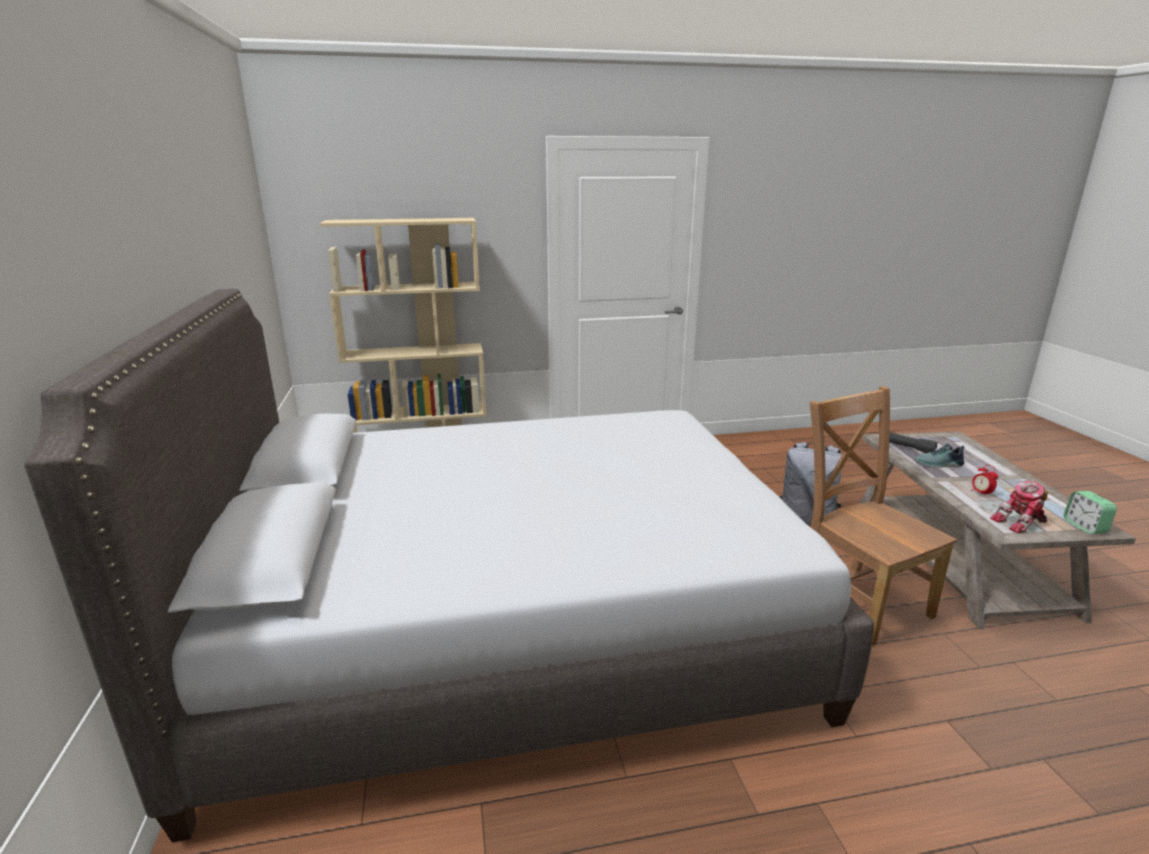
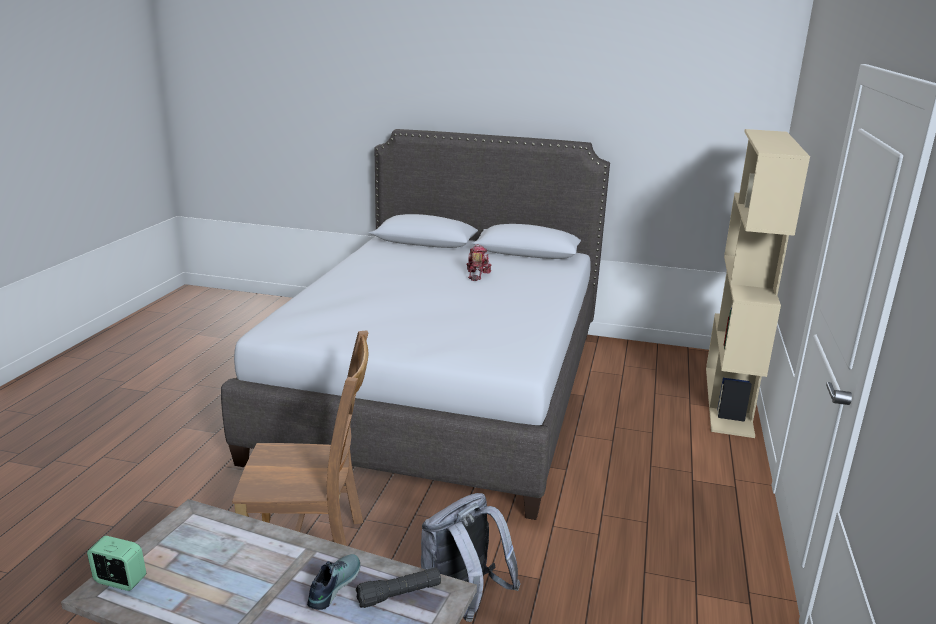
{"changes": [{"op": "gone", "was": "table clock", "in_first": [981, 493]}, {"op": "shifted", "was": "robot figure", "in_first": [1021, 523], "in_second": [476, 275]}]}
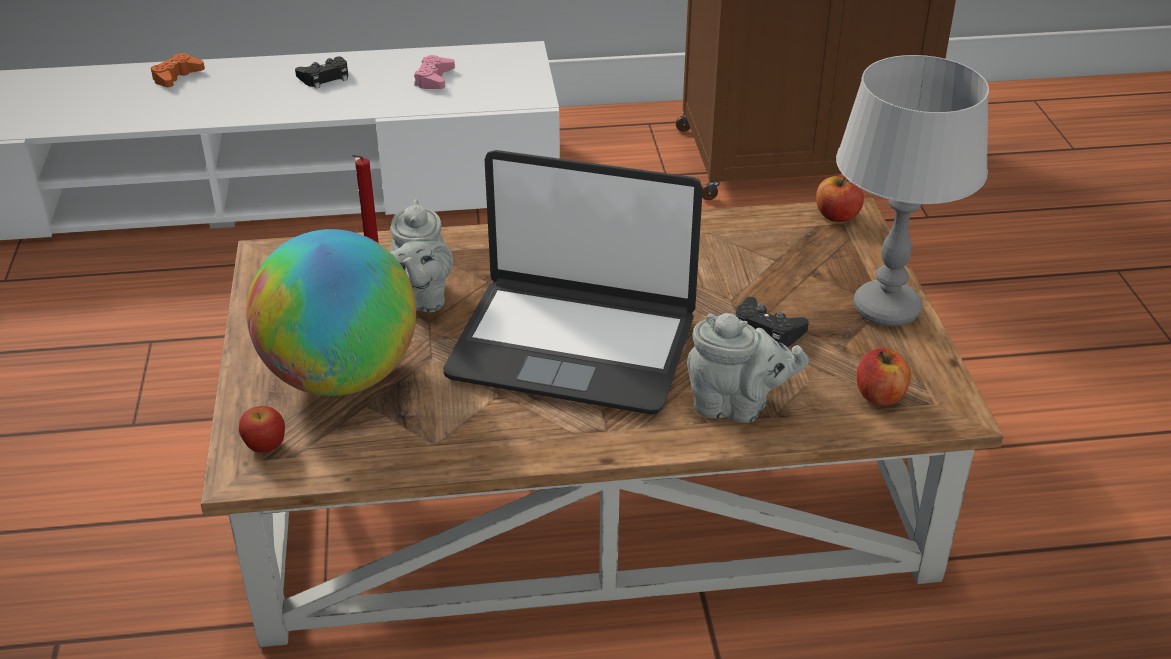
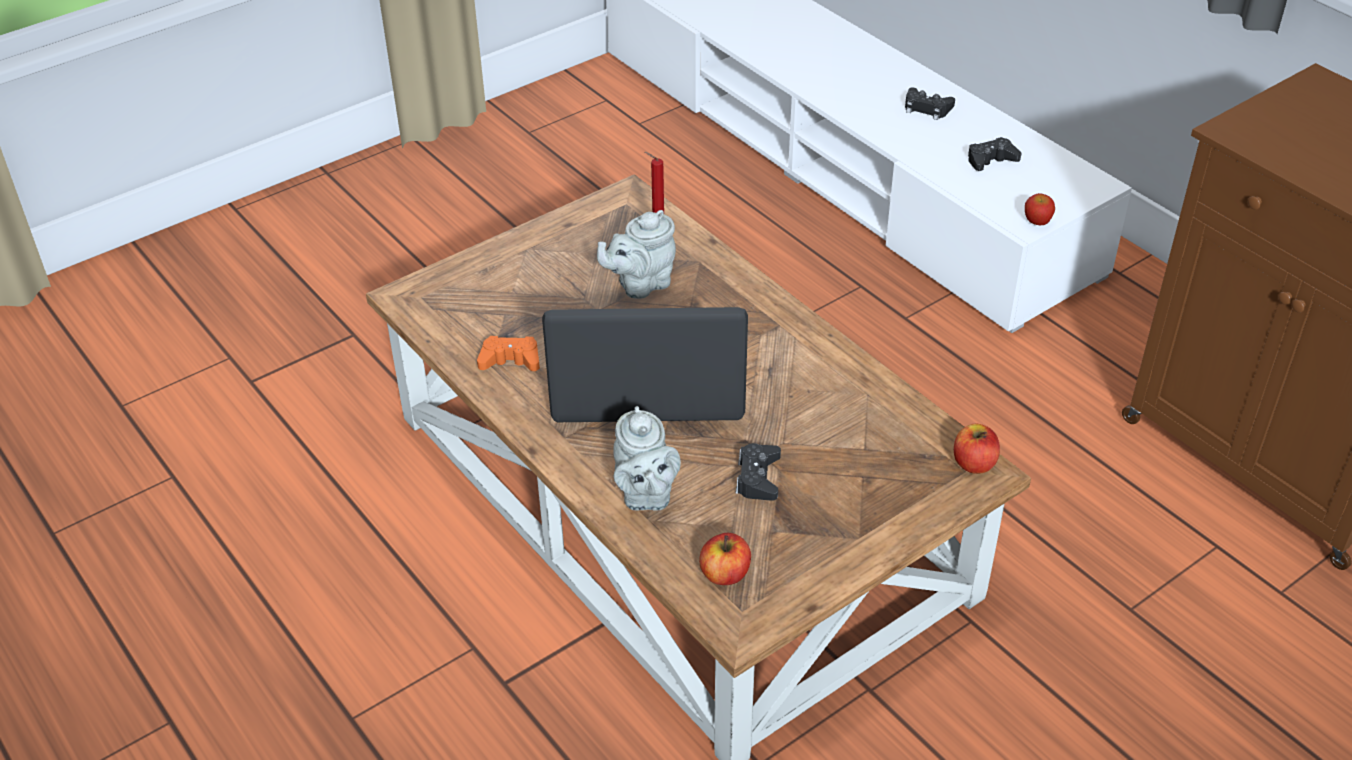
{"changes": [{"op": "shifted", "was": "joypad (orange)", "in_first": [177, 77], "in_second": [510, 360]}, {"op": "repainted", "was": "joypad (pink)", "now": "joypad (black)", "in_first": [434, 79], "in_second": [991, 160]}, {"op": "gone", "was": "tabletop lamp (gray)", "in_first": [886, 310]}, {"op": "rotated", "was": "laptop", "in_first": [573, 346], "in_second": [648, 381], "clockwise": 105}, {"op": "gone", "was": "world globe", "in_first": [341, 376]}, {"op": "shifted", "was": "apple fruit", "in_first": [265, 446], "in_second": [1037, 221]}]}
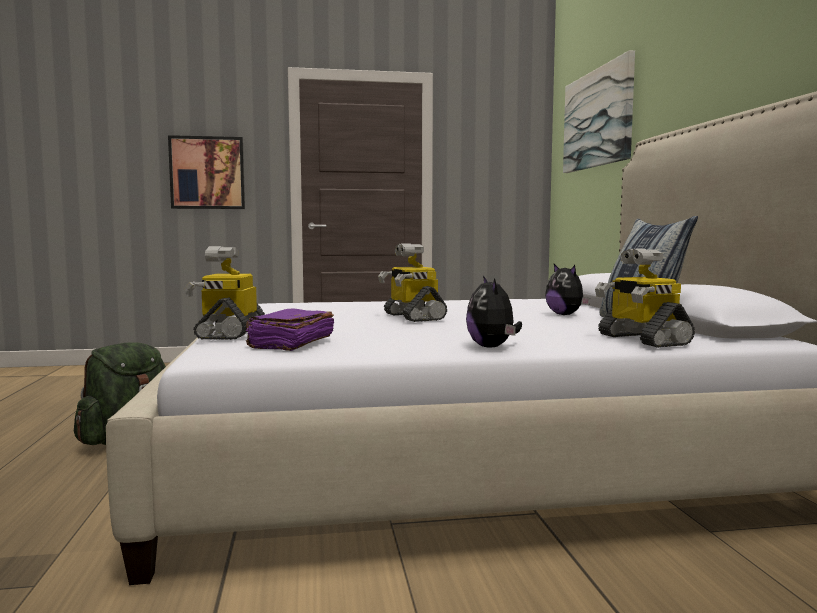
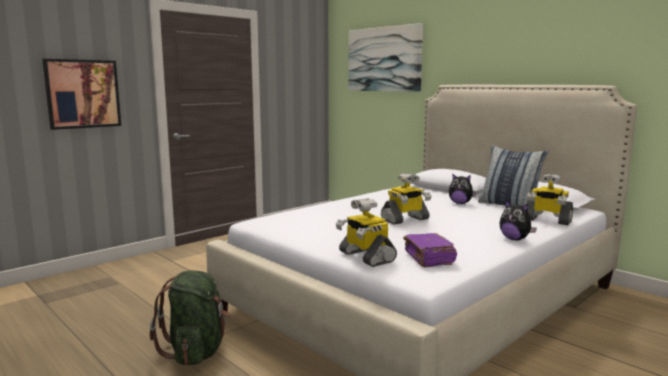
{"changes": [{"op": "rotated", "was": "robot figure", "in_first": [412, 317], "in_second": [405, 219], "clockwise": -60}]}
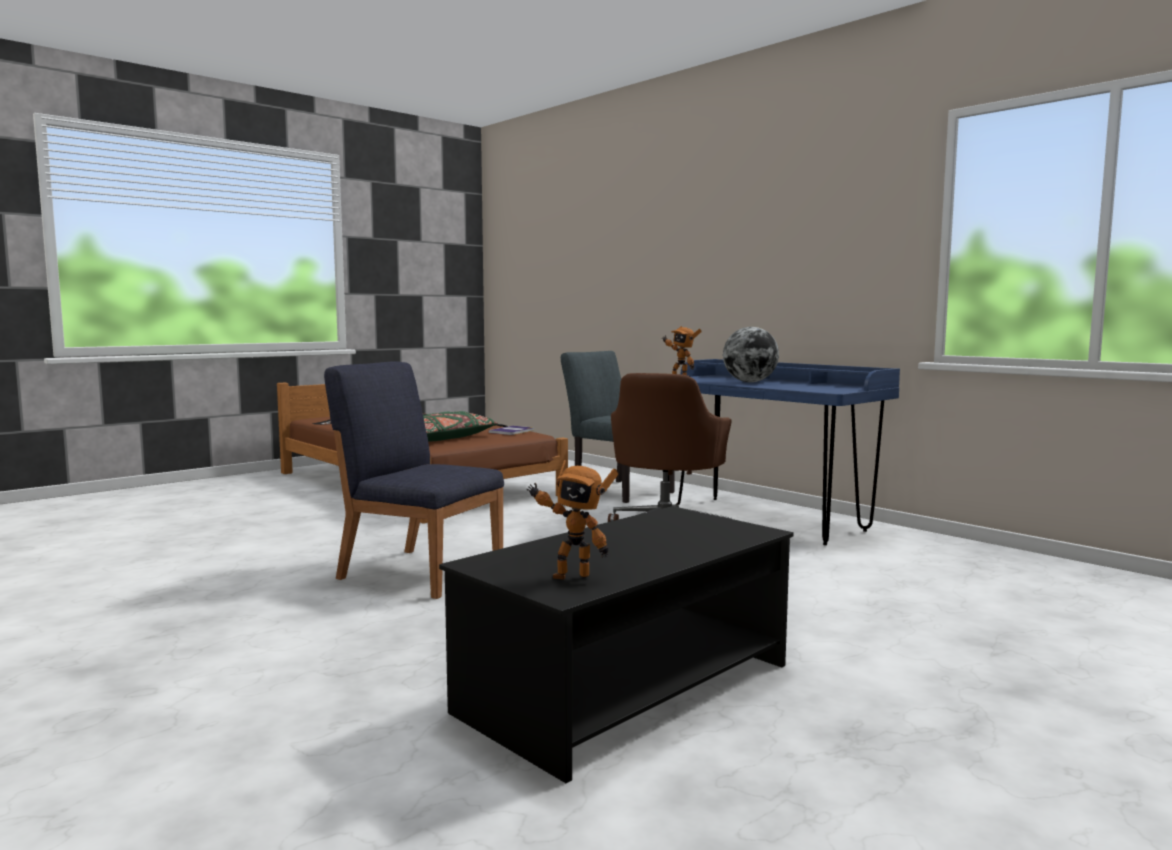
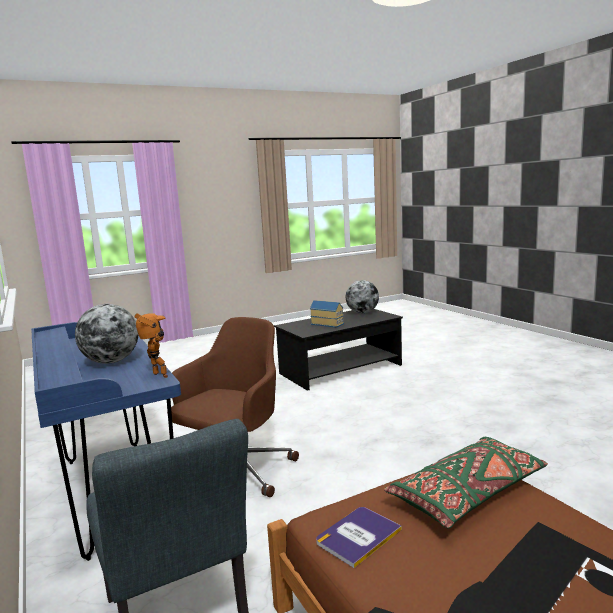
{"changes": [{"op": "gone", "was": "upright chair (blue-coloured)", "in_first": [420, 572]}, {"op": "swapped", "was": "robot figure", "now": "world globe", "in_first": [570, 575], "in_second": [362, 313]}, {"op": "new", "now": "model house", "in_second": [328, 323]}]}
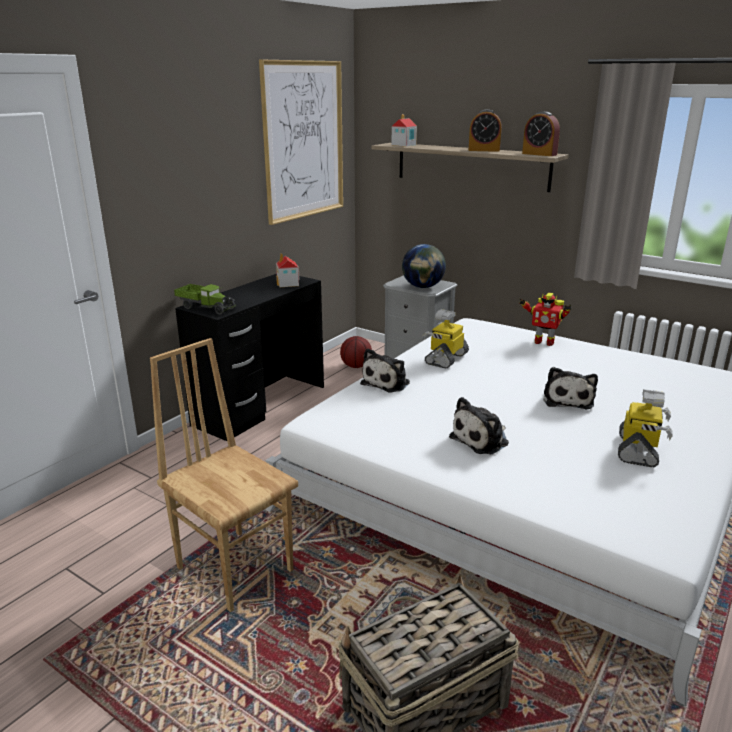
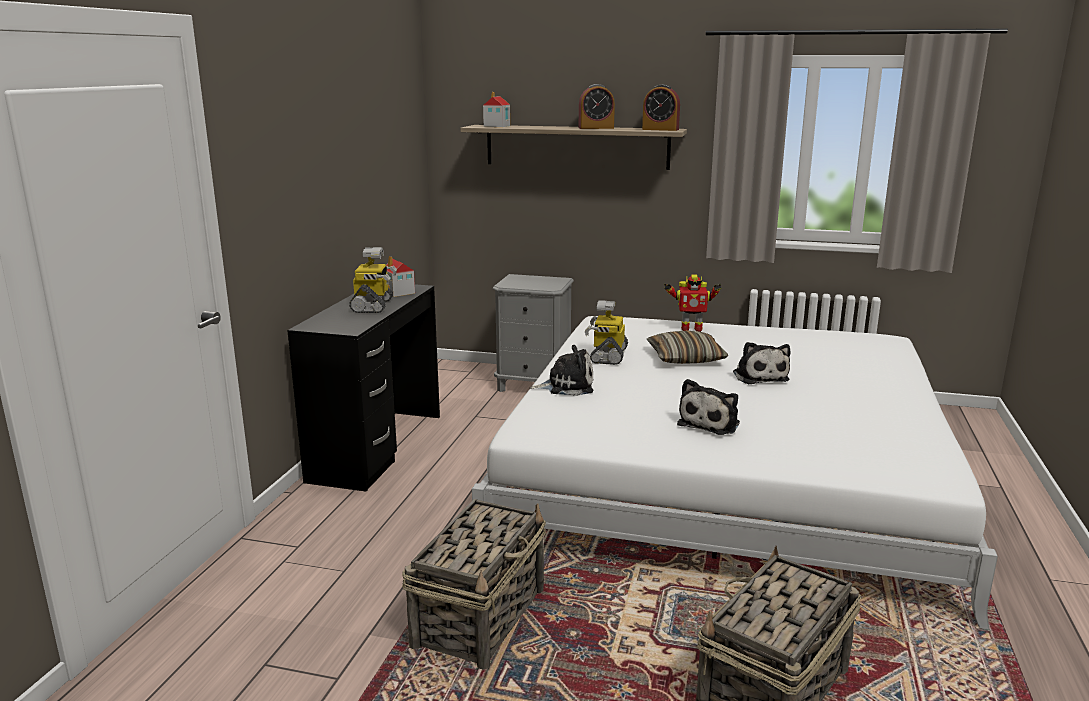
{"changes": [{"op": "gone", "was": "wall art", "in_first": [304, 141]}, {"op": "gone", "was": "world globe", "in_first": [423, 287]}, {"op": "gone", "was": "toy lorry", "in_first": [206, 307]}, {"op": "gone", "was": "ball for basketball", "in_first": [356, 366]}, {"op": "swapped", "was": "upright chair (brownish)", "now": "storage basket", "in_first": [236, 568], "in_second": [480, 616]}, {"op": "rotated", "was": "soft toy", "in_first": [387, 382], "in_second": [567, 386], "clockwise": -105}, {"op": "shifted", "was": "robot figure", "in_first": [638, 451], "in_second": [373, 306]}, {"op": "new", "now": "cushion", "in_second": [685, 358]}]}
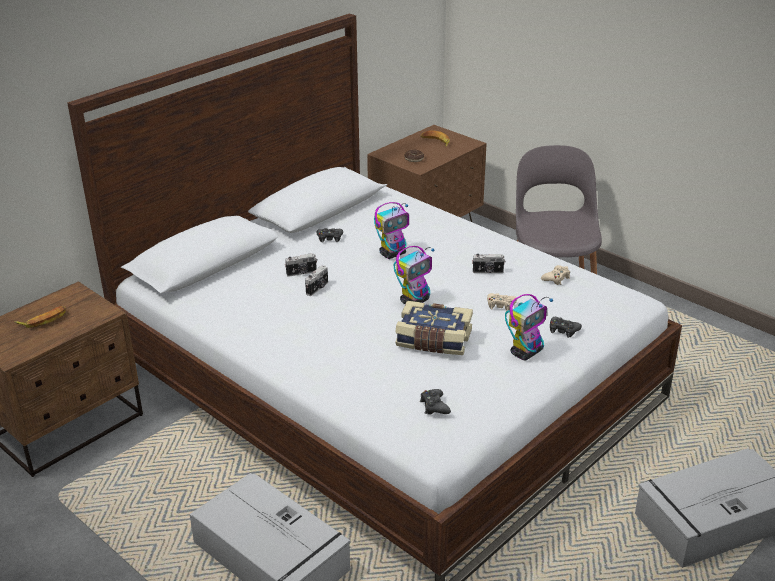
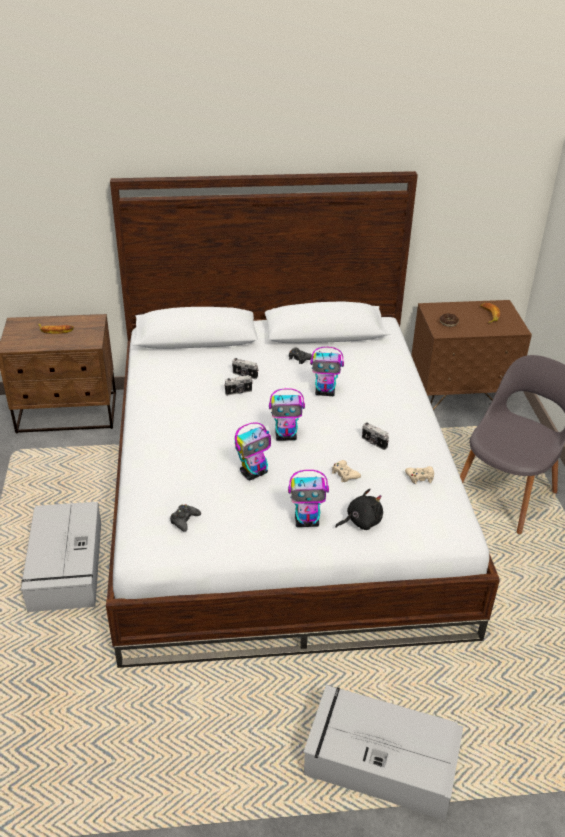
{"changes": [{"op": "swapped", "was": "book", "now": "robot figure", "in_first": [433, 340], "in_second": [254, 473]}, {"op": "swapped", "was": "joypad (black)", "now": "soft toy (black)", "in_first": [563, 330], "in_second": [361, 521]}]}
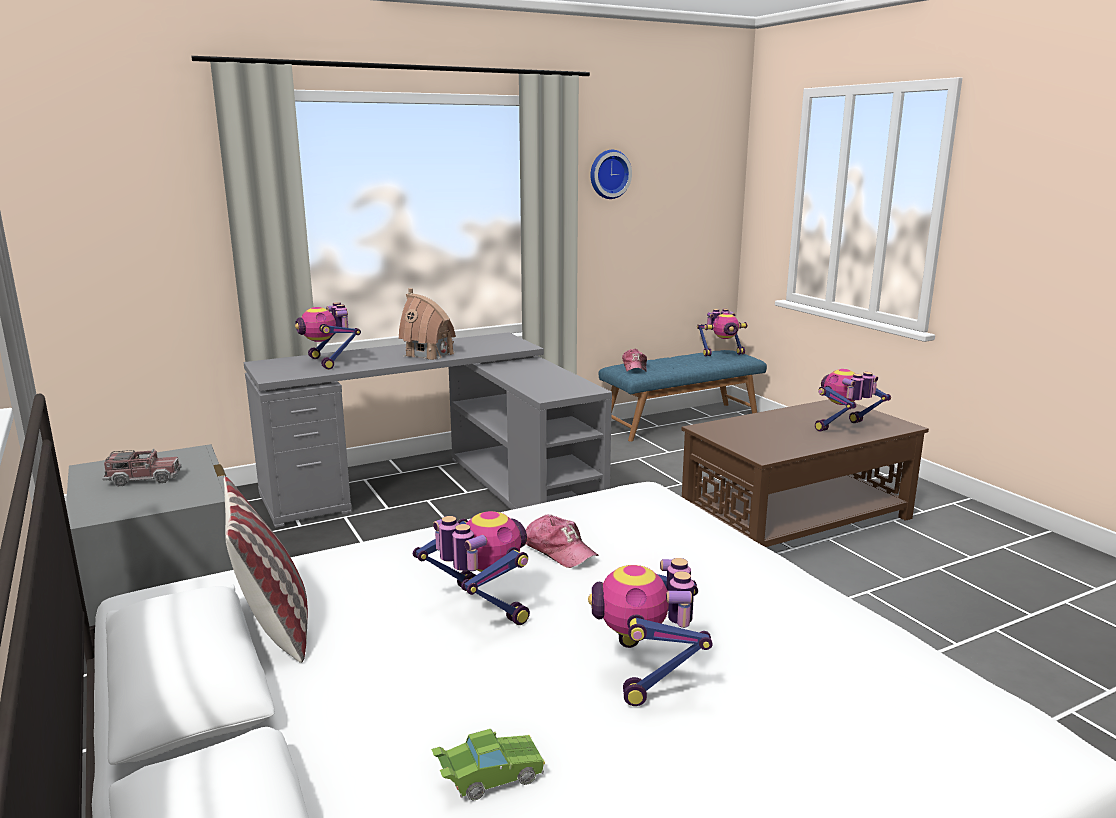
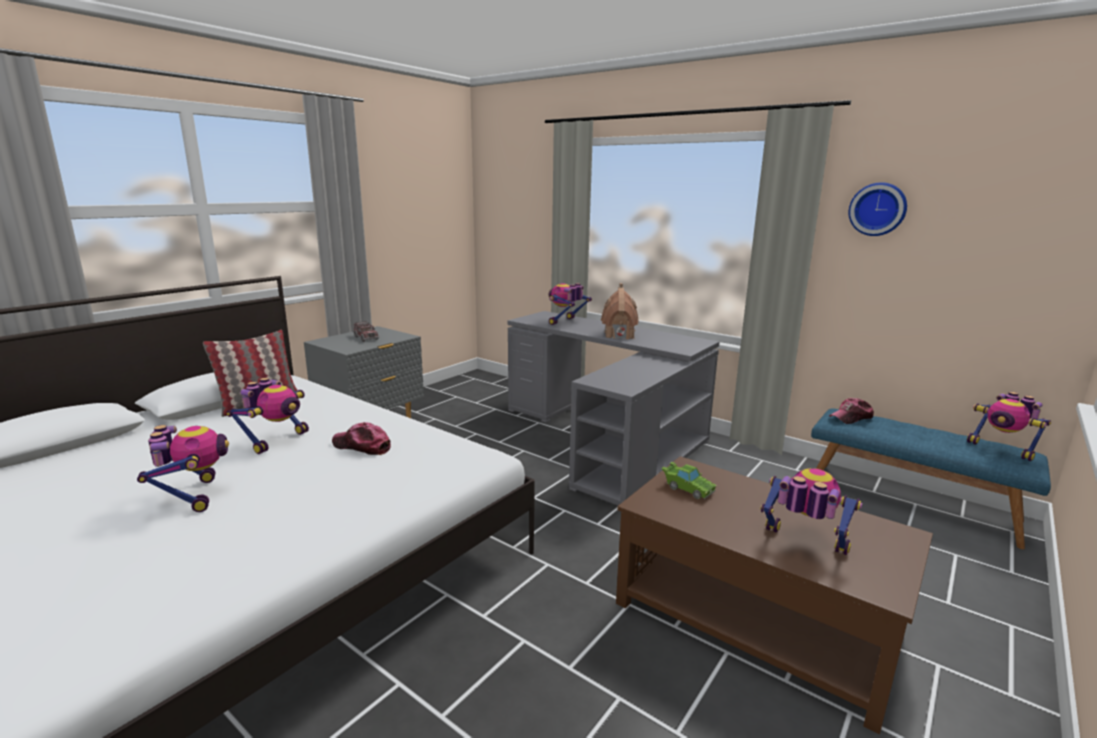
{"changes": [{"op": "rotated", "was": "cap", "in_first": [558, 550], "in_second": [362, 446], "clockwise": 90}, {"op": "rotated", "was": "robot figure", "in_first": [647, 671], "in_second": [193, 496], "clockwise": 90}, {"op": "shifted", "was": "miniature car (green-coloured)", "in_first": [488, 778], "in_second": [687, 489]}]}
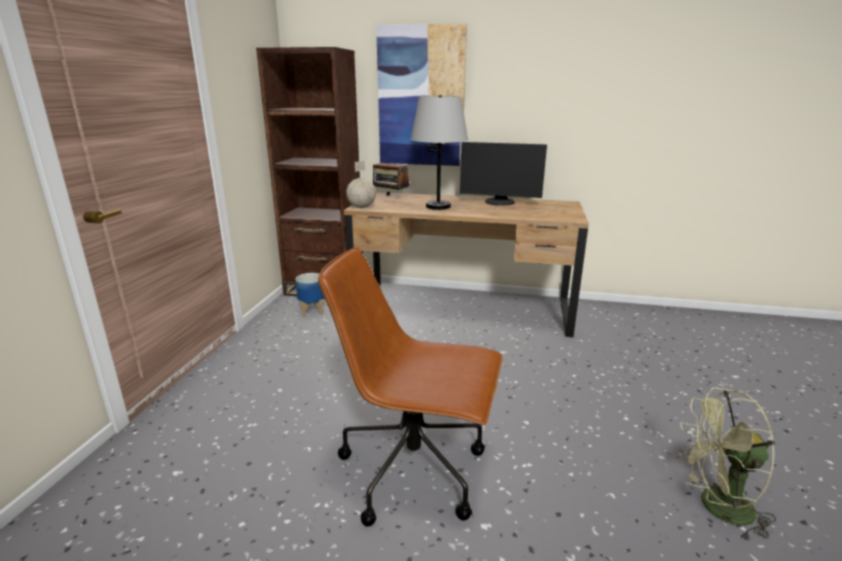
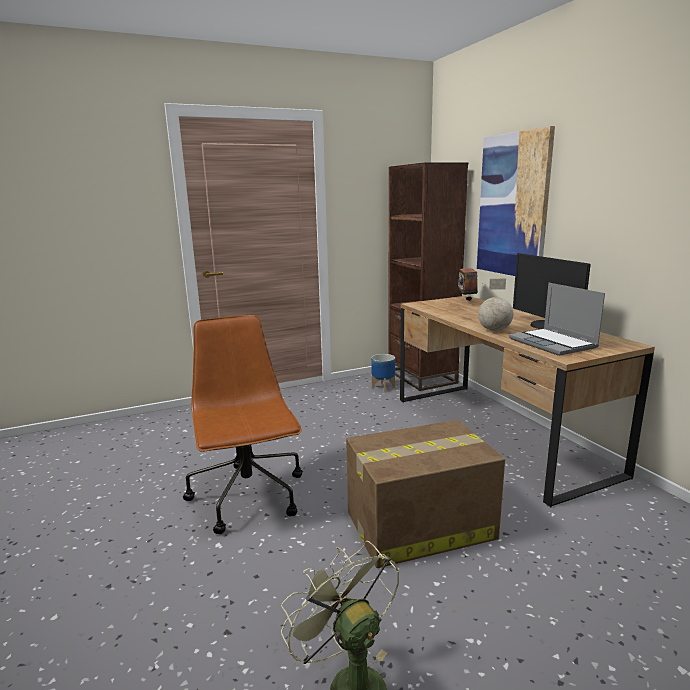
{"changes": [{"op": "gone", "was": "tabletop lamp (gray)", "in_first": [438, 206]}, {"op": "shifted", "was": "world globe", "in_first": [362, 207], "in_second": [494, 330]}, {"op": "new", "now": "laptop", "in_second": [553, 343]}, {"op": "new", "now": "carton", "in_second": [418, 525]}]}
